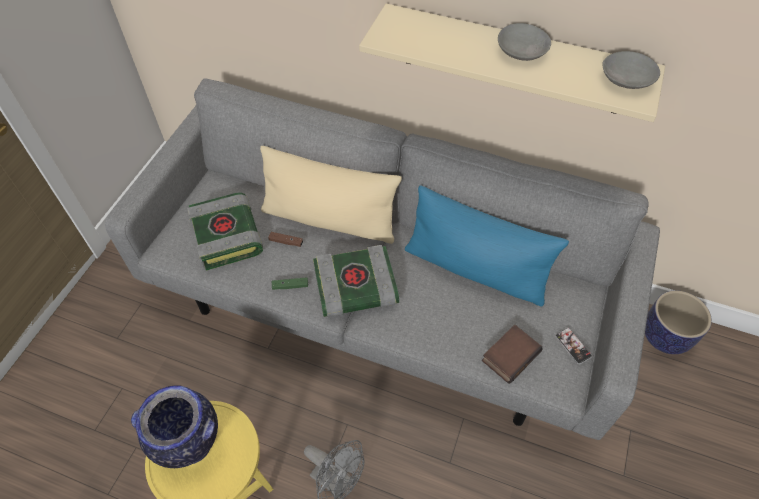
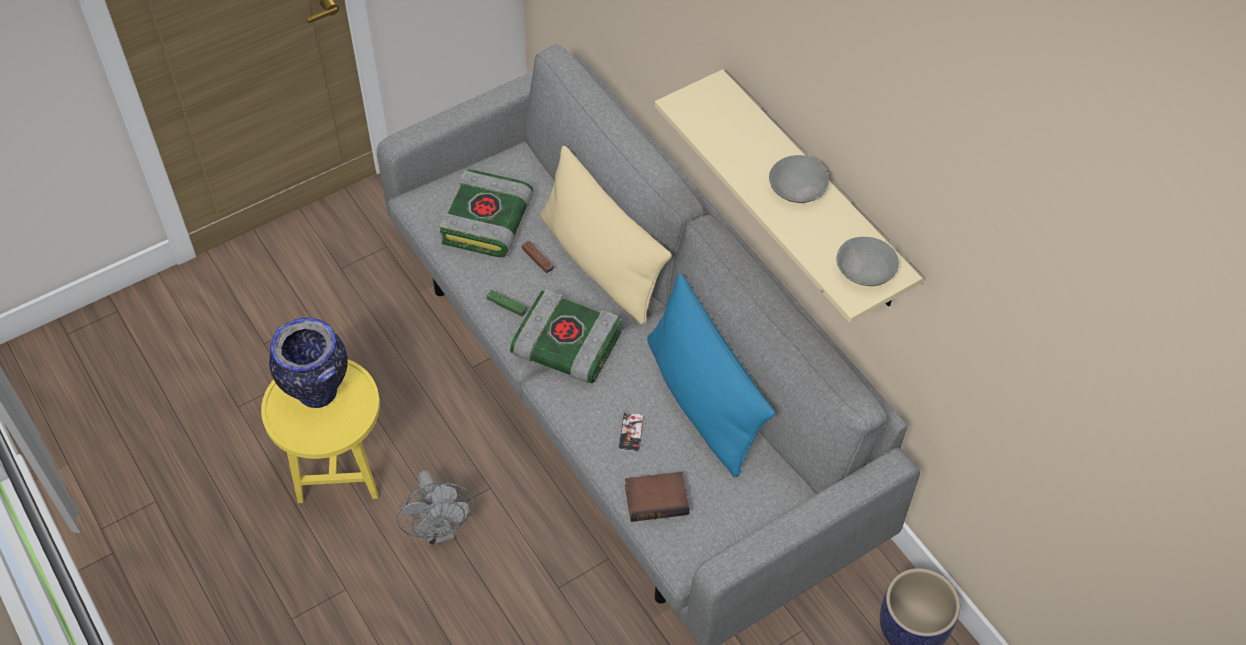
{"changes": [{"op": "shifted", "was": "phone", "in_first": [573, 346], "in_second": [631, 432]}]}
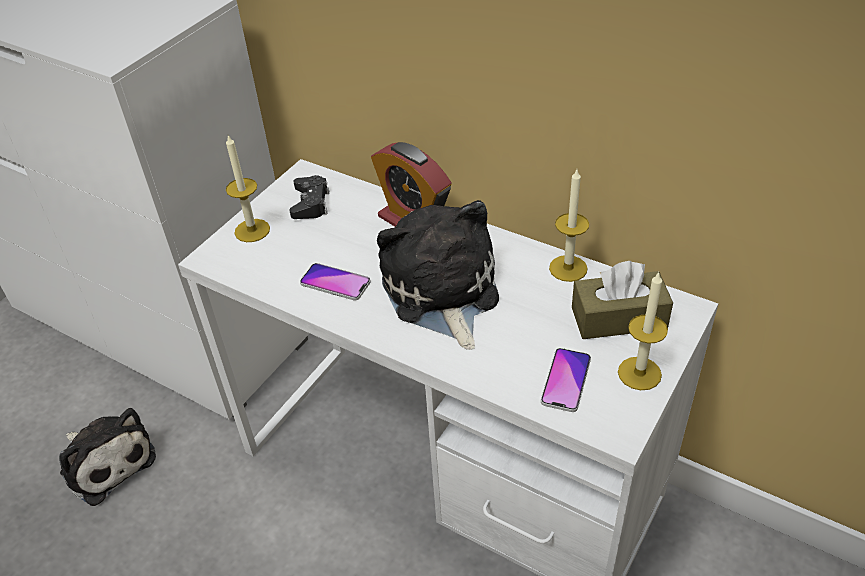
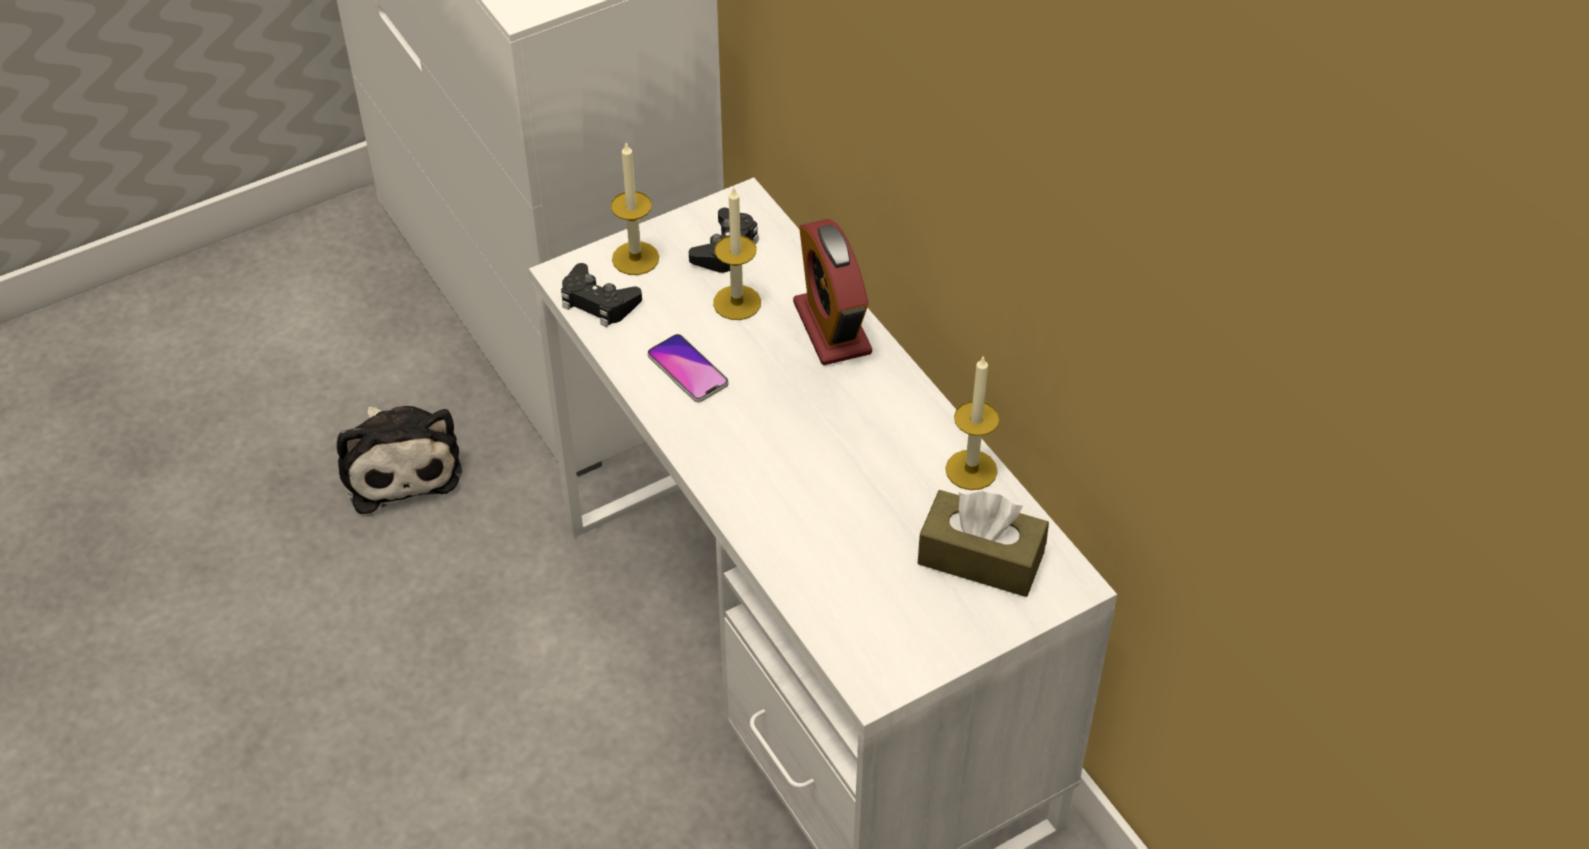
{"changes": [{"op": "gone", "was": "soft toy", "in_first": [441, 292]}, {"op": "shifted", "was": "wax candle", "in_first": [639, 373], "in_second": [737, 302]}, {"op": "gone", "was": "phone", "in_first": [566, 380]}, {"op": "new", "now": "joypad (black)", "in_second": [598, 302]}]}
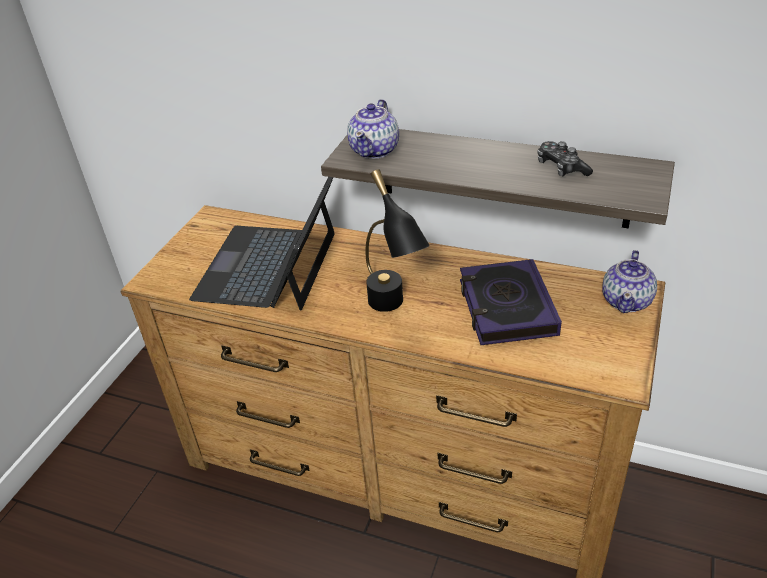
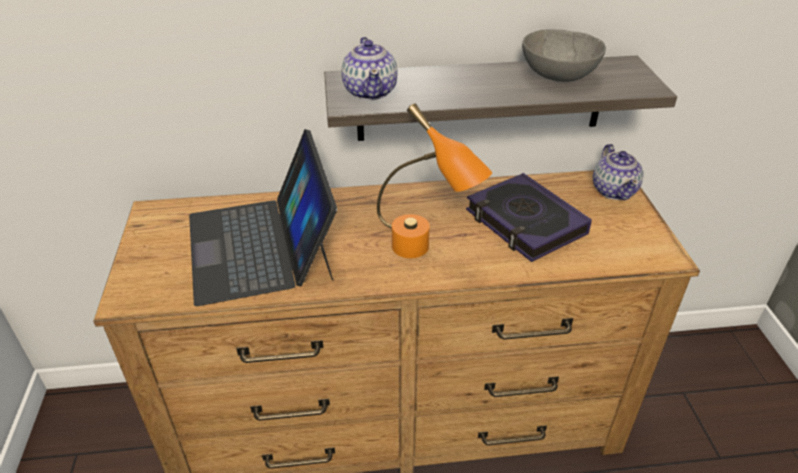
{"changes": [{"op": "swapped", "was": "joypad", "now": "deep dish (gray)", "in_first": [561, 168], "in_second": [557, 76]}, {"op": "repainted", "was": "tabletop lamp (black)", "now": "tabletop lamp (orange)", "in_first": [393, 310], "in_second": [425, 253]}]}
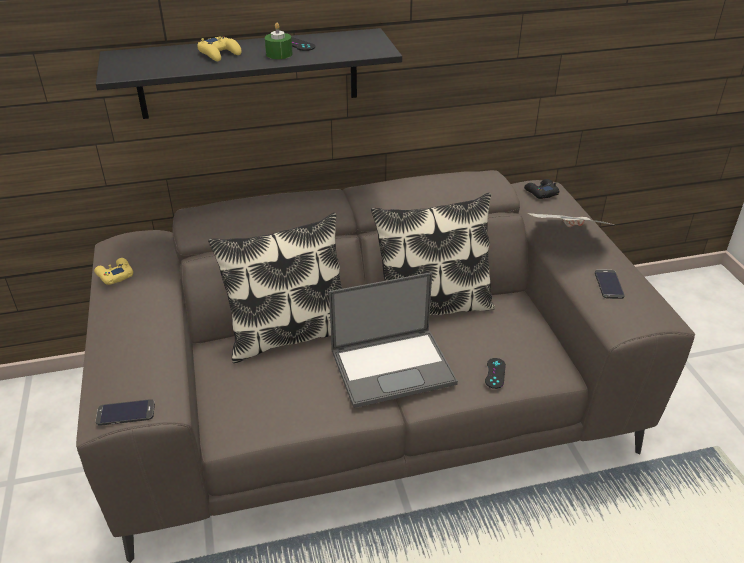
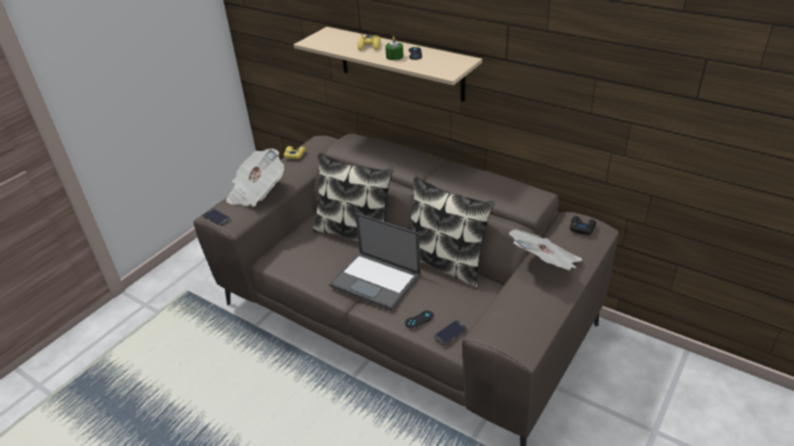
{"changes": [{"op": "repainted", "was": "bracket shelf (black)", "now": "bracket shelf (sand-coloured)", "in_first": [249, 74], "in_second": [400, 64]}, {"op": "shifted", "was": "phone", "in_first": [609, 284], "in_second": [450, 332]}, {"op": "new", "now": "newspaper", "in_second": [257, 192]}]}
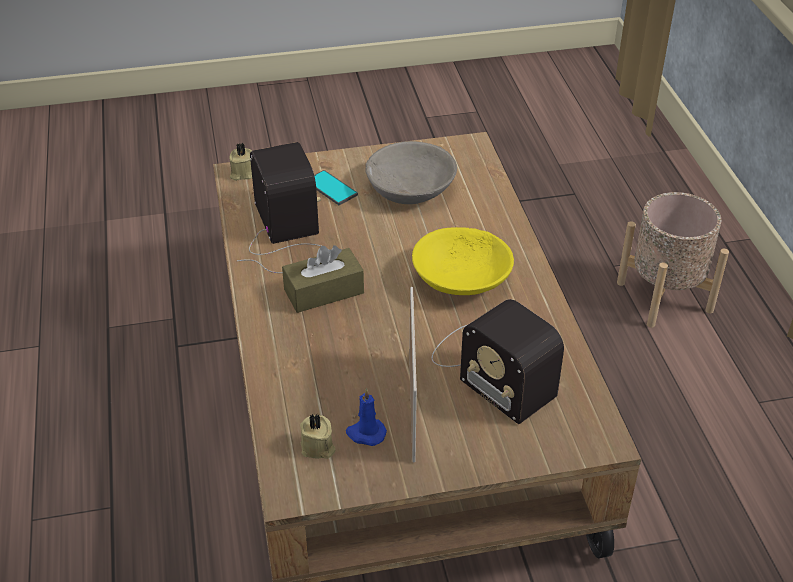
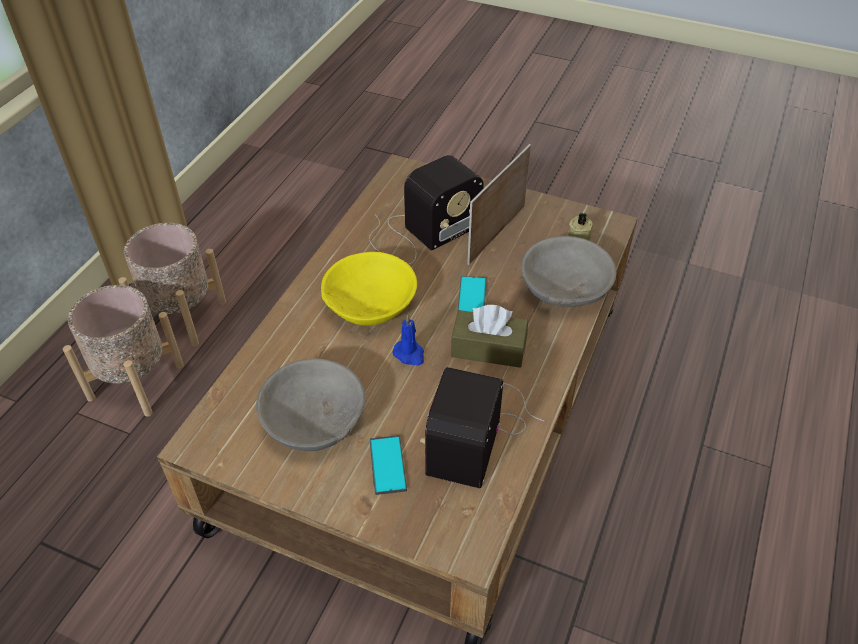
{"changes": [{"op": "gone", "was": "wax candle (sand-coloured)", "in_first": [242, 173]}, {"op": "rotated", "was": "radio", "in_first": [491, 368], "in_second": [420, 233], "clockwise": 60}, {"op": "shifted", "was": "wax candle (blue-coloured)", "in_first": [365, 433], "in_second": [409, 354]}, {"op": "new", "now": "planter (sand-coloured)", "in_second": [182, 316]}, {"op": "new", "now": "deep dish (gray)", "in_second": [565, 287]}, {"op": "new", "now": "phone", "in_second": [472, 297]}]}
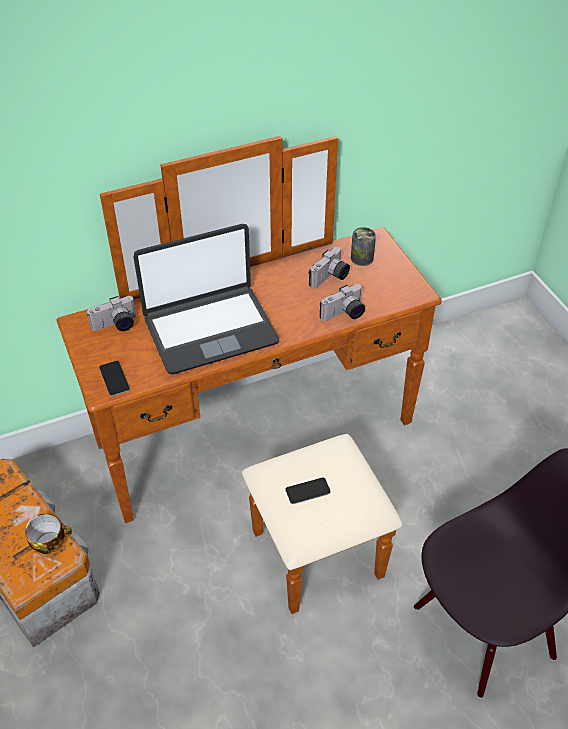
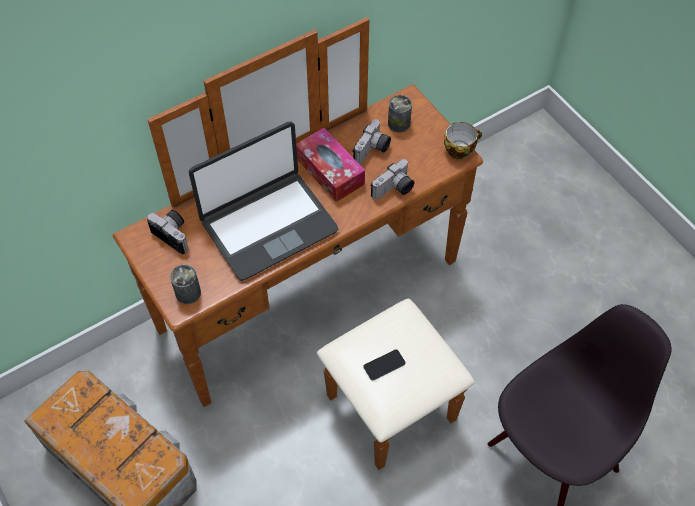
{"changes": [{"op": "rotated", "was": "still camera", "in_first": [116, 326], "in_second": [174, 234], "clockwise": -105}, {"op": "swapped", "was": "phone", "now": "can", "in_first": [114, 378], "in_second": [188, 293]}, {"op": "shifted", "was": "small cup", "in_first": [51, 542], "in_second": [460, 149]}, {"op": "new", "now": "tissue holder", "in_second": [330, 171]}]}
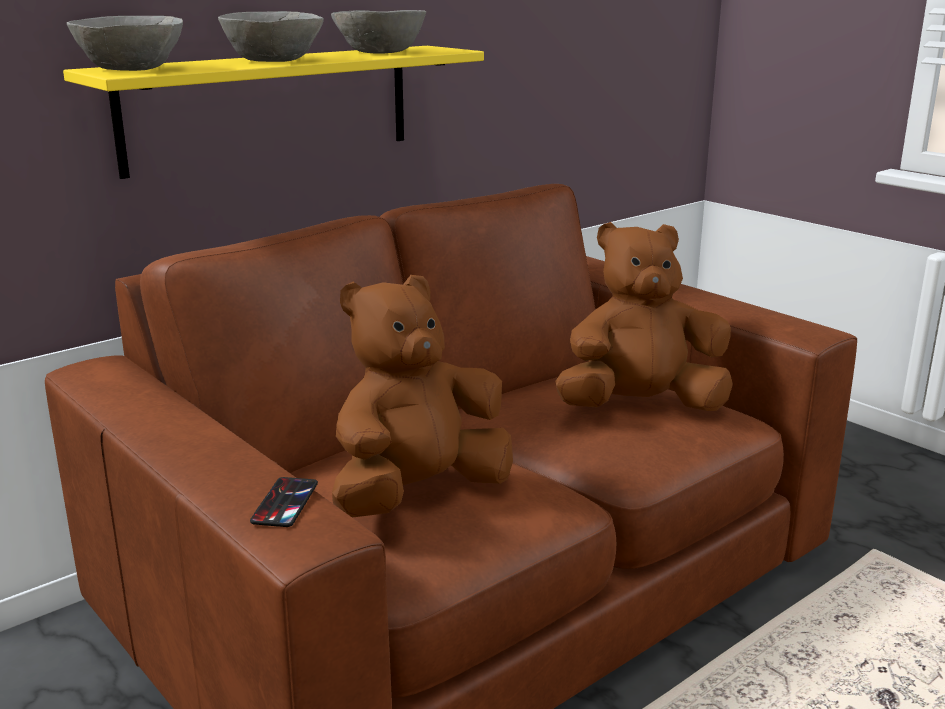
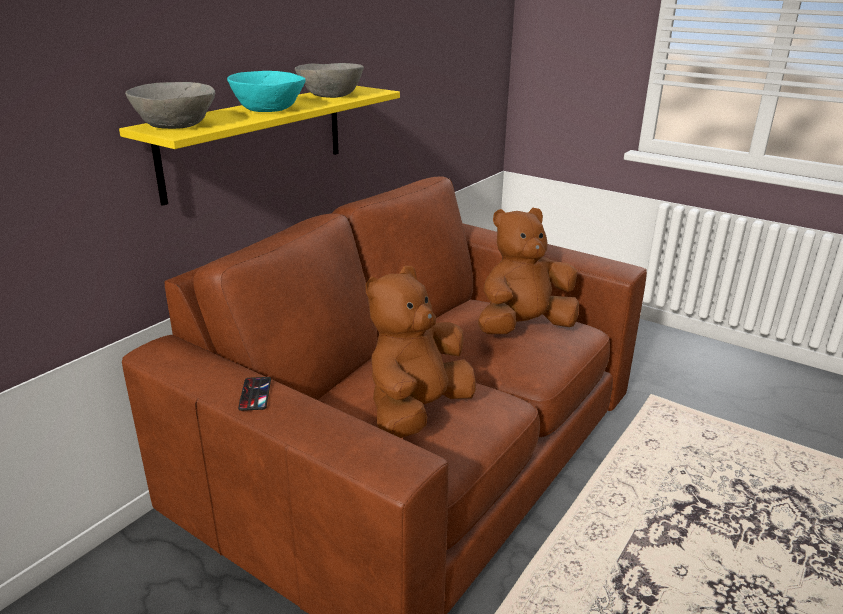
{"changes": [{"op": "repainted", "was": "deep dish (gray)", "now": "deep dish (blue-green)", "in_first": [272, 60], "in_second": [268, 110]}, {"op": "shifted", "was": "phone", "in_first": [285, 503], "in_second": [255, 394]}]}
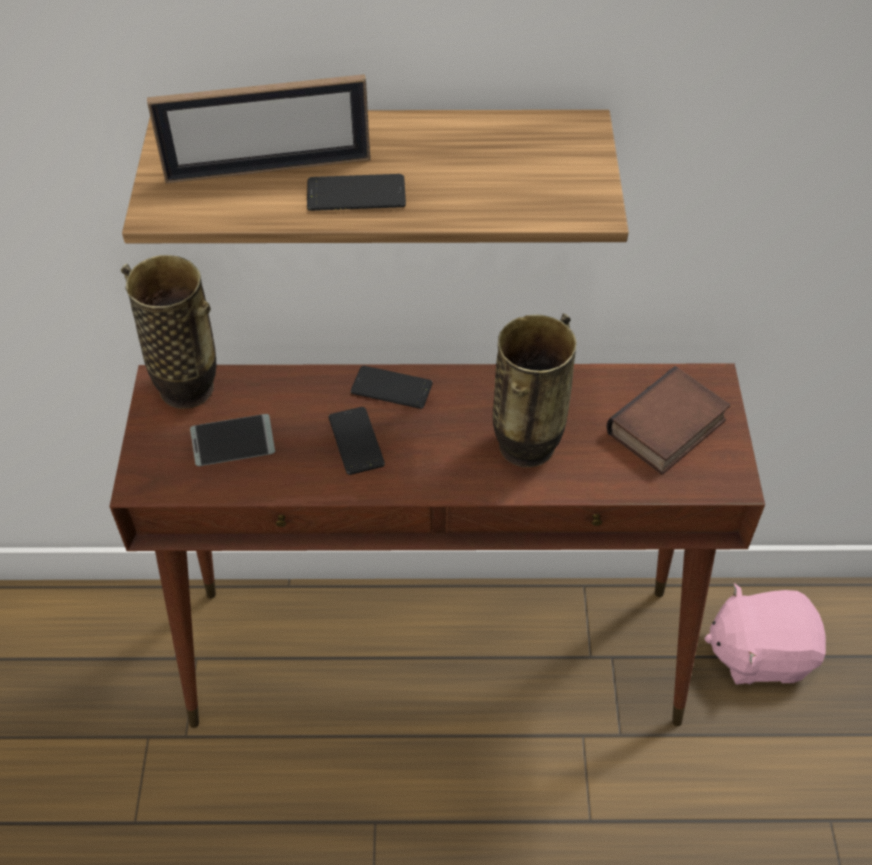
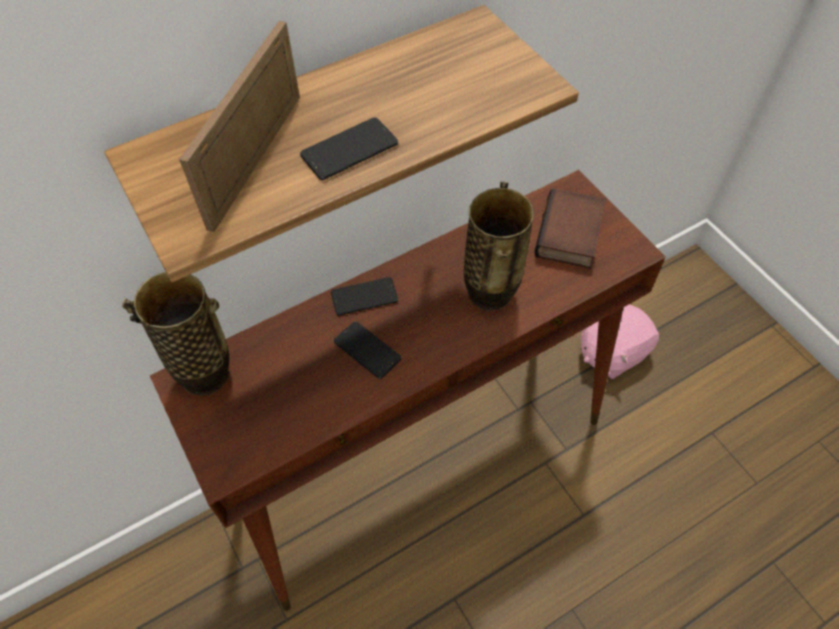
{"changes": [{"op": "rotated", "was": "standing frame", "in_first": [268, 169], "in_second": [256, 159], "clockwise": 150}, {"op": "gone", "was": "phone", "in_first": [234, 445]}]}
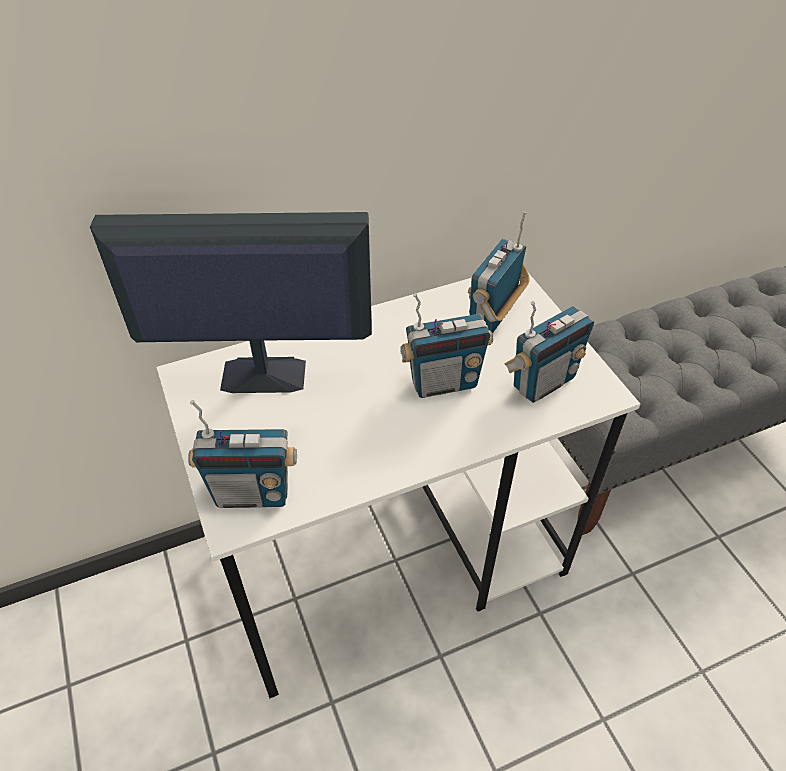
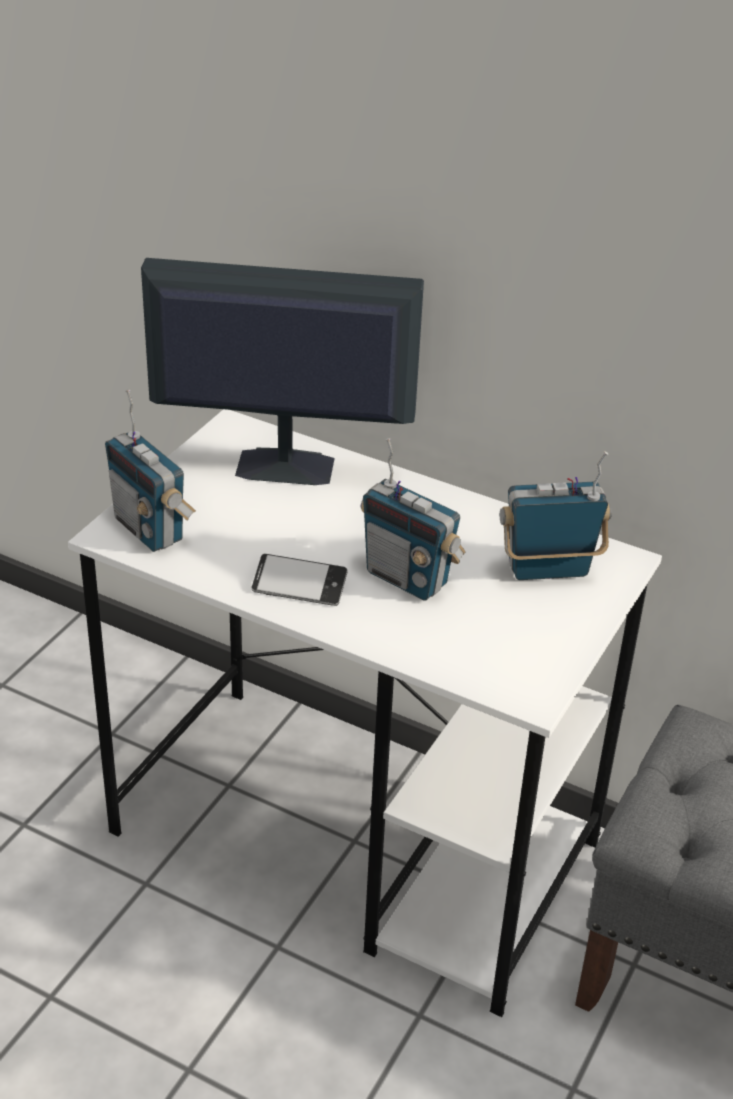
{"changes": [{"op": "rotated", "was": "computer display", "in_first": [261, 375], "in_second": [282, 467], "clockwise": -45}, {"op": "gone", "was": "radio", "in_first": [542, 382]}, {"op": "new", "now": "phone", "in_second": [299, 586]}]}
